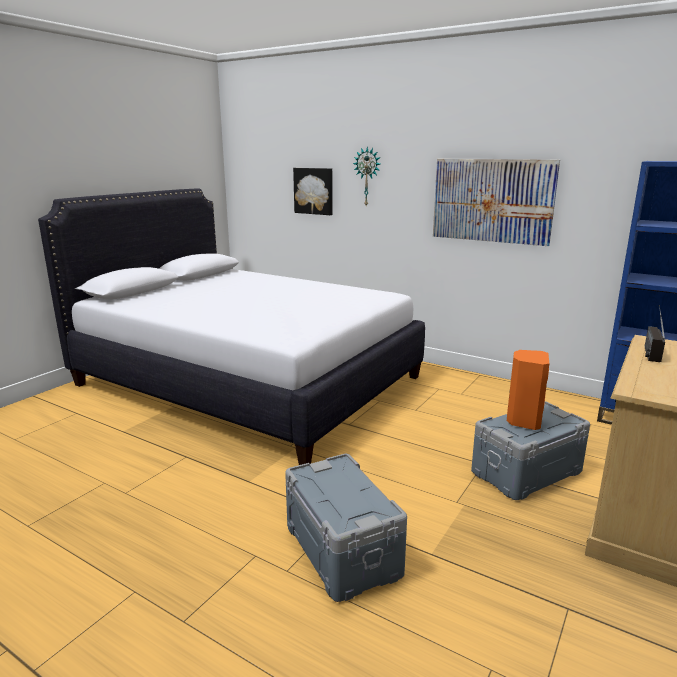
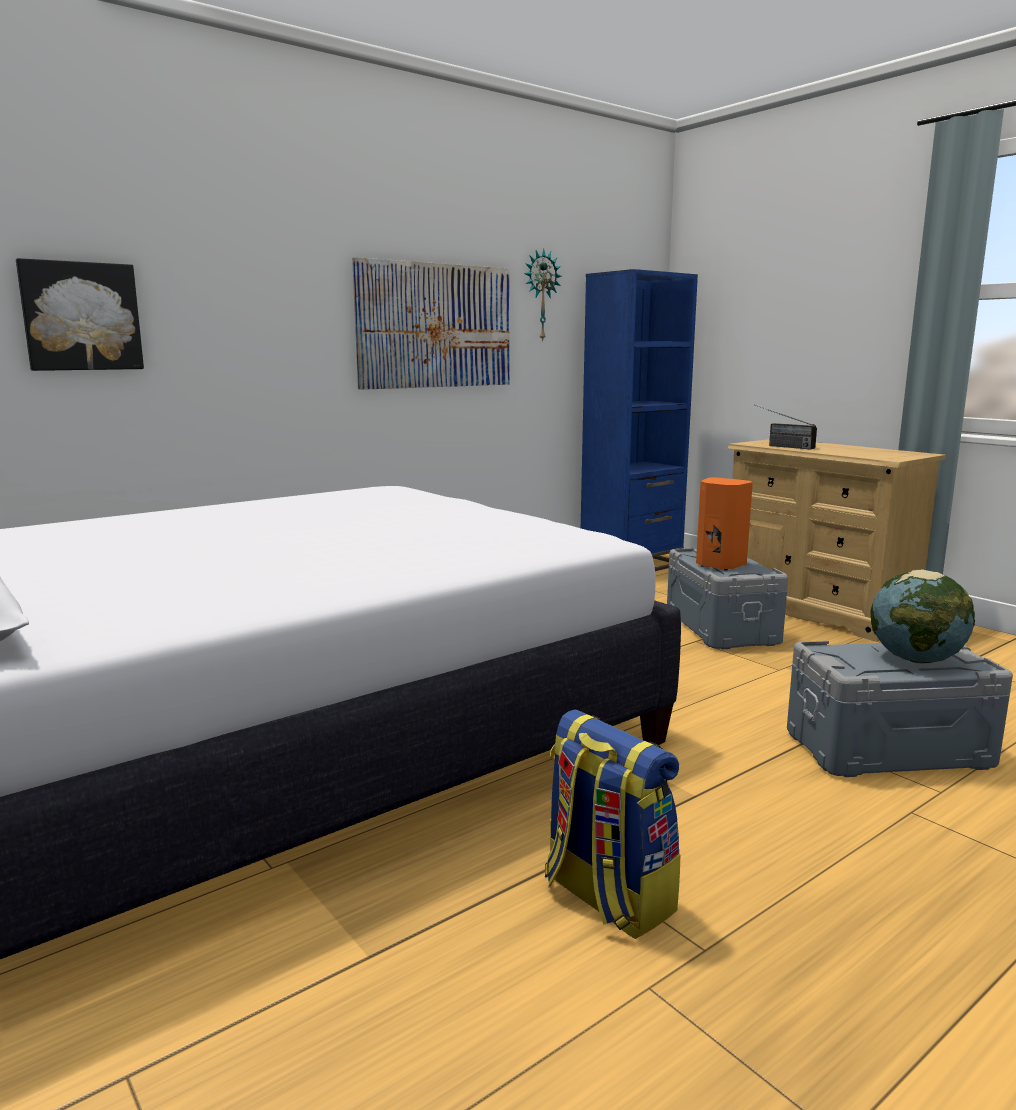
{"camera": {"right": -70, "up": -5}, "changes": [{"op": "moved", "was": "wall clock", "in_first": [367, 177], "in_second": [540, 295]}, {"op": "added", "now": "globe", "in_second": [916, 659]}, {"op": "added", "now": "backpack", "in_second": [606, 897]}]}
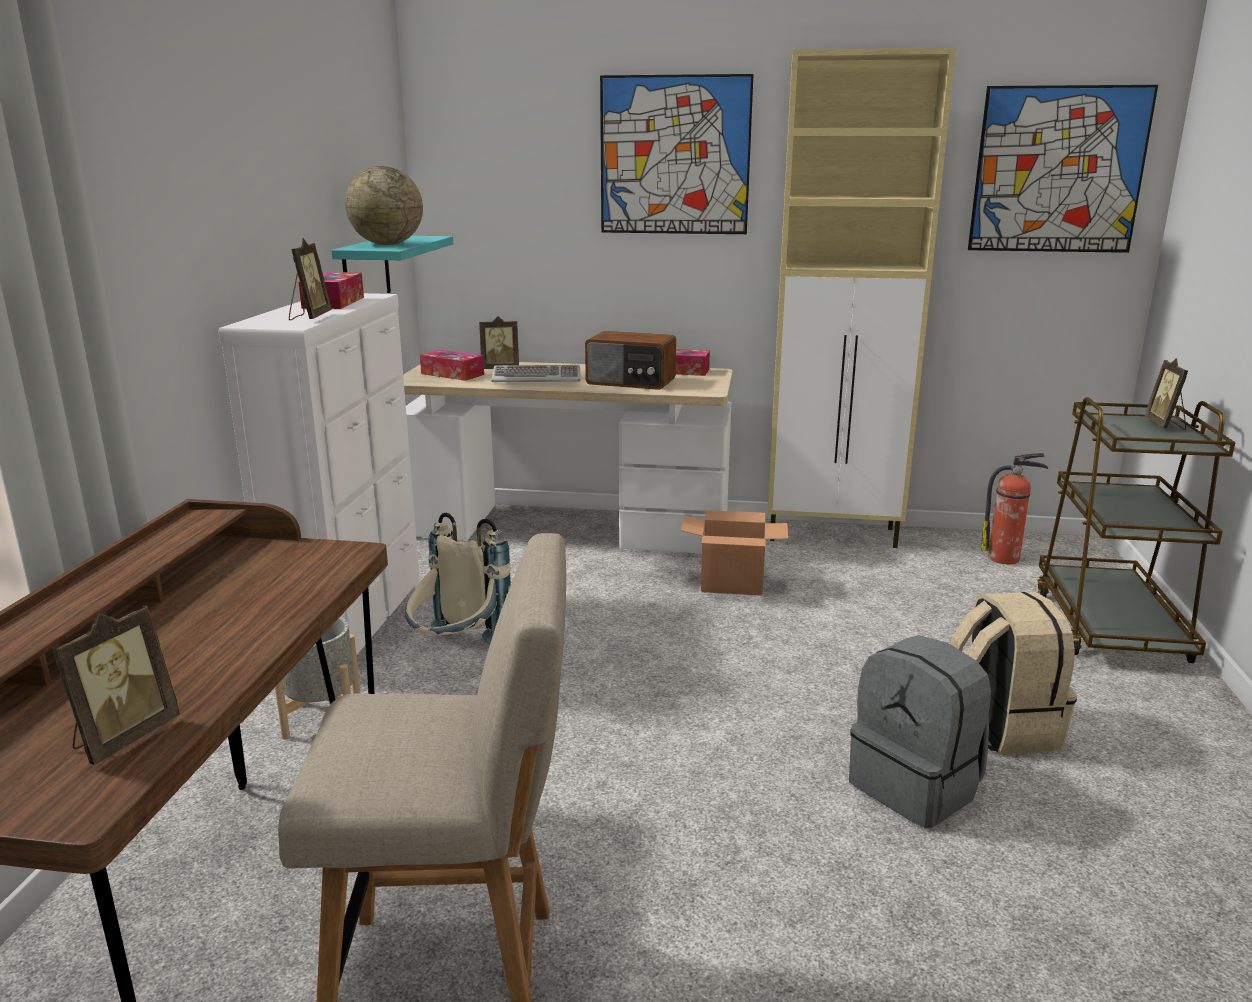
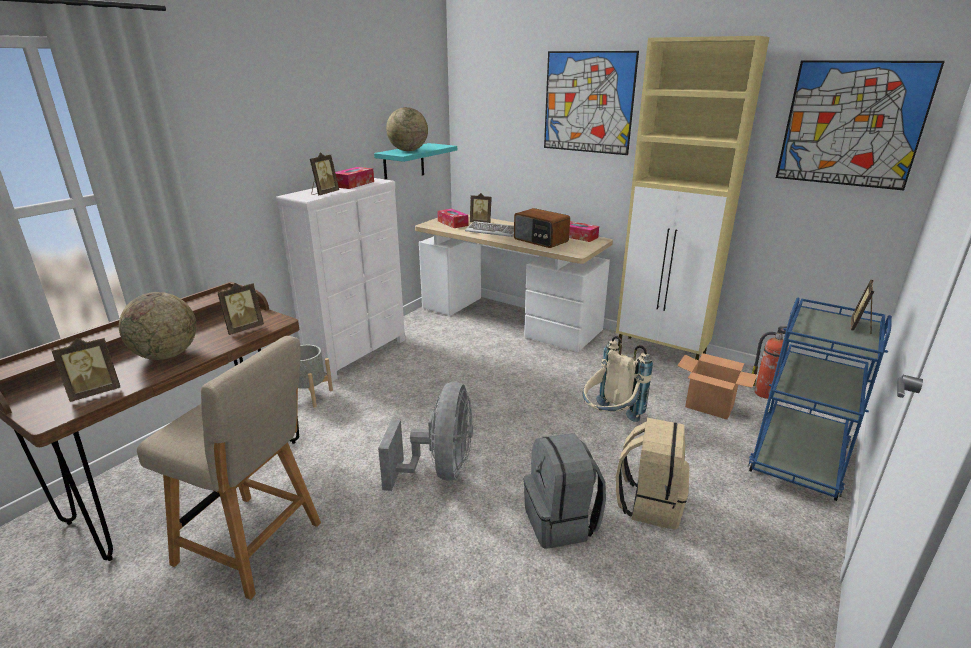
{"camera": {"right": 25, "up": 5}, "changes": [{"op": "recoloured", "was": "cart (brown)", "now": "cart (blue)", "in_first": [1109, 626], "in_second": [798, 458]}, {"op": "moved", "was": "cardboard box", "in_first": [733, 584], "in_second": [710, 406]}, {"op": "moved", "was": "backpack (beige)", "in_first": [458, 653], "in_second": [609, 419]}, {"op": "added", "now": "picture frame", "in_second": [243, 329]}, {"op": "added", "now": "globe", "in_second": [167, 355]}, {"op": "added", "now": "fan (grey)", "in_second": [440, 470]}]}
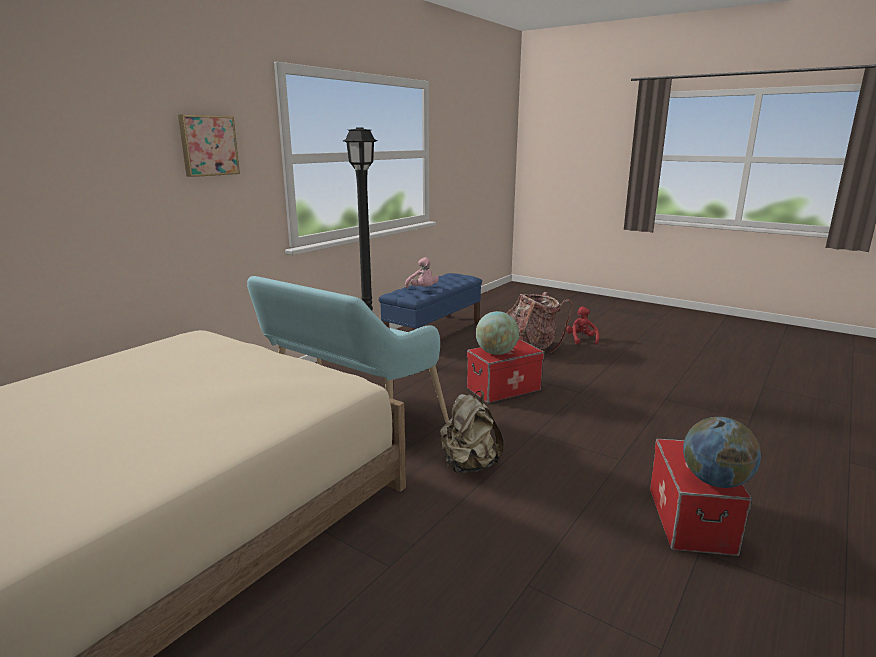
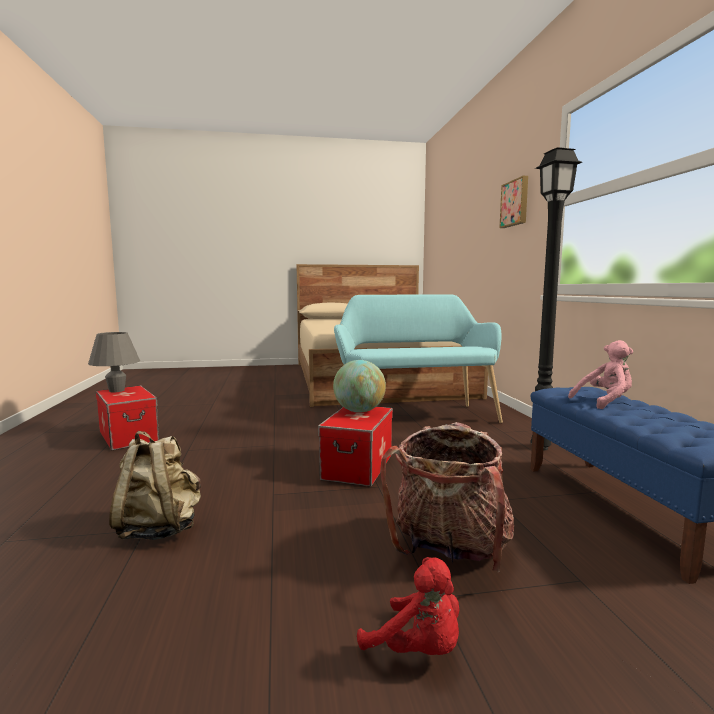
{"camera": {"right": 135, "up": -10}, "changes": [{"op": "turned", "was": "plush toy (pink)", "in_first": [423, 289], "in_second": [605, 402], "clockwise": 150}, {"op": "moved", "was": "backpack (beige)", "in_first": [469, 465], "in_second": [159, 529]}, {"op": "replaced", "was": "globe", "now": "table lamp (grey)", "in_first": [715, 481], "in_second": [117, 390]}]}
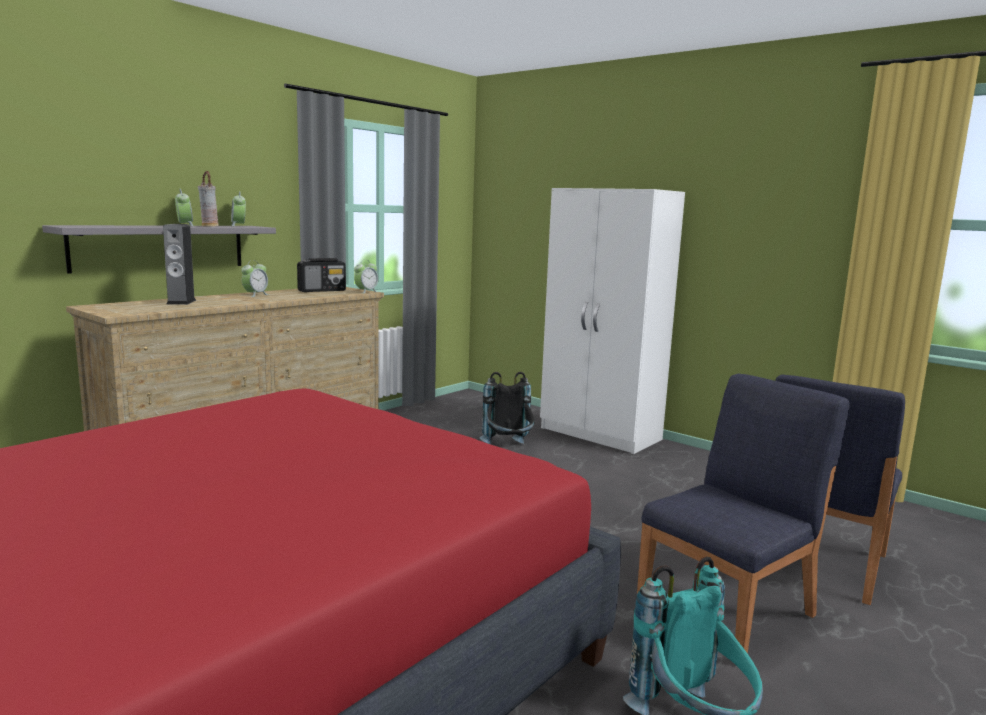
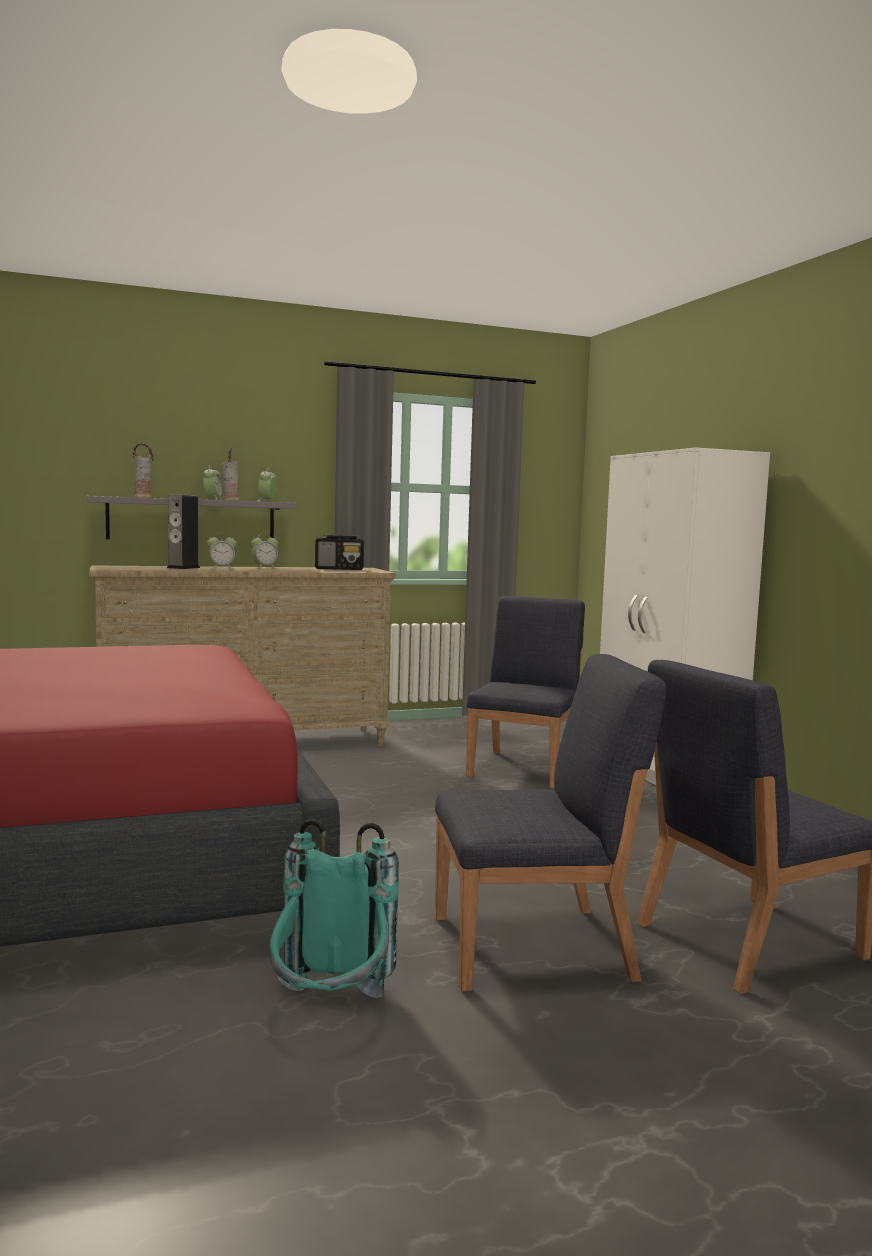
{"camera": {"right": 30, "up": -5}, "changes": [{"op": "moved", "was": "alarm clock", "in_first": [366, 292], "in_second": [221, 568]}, {"op": "replaced", "was": "backpack (black)", "now": "chair (blue)", "in_first": [508, 449], "in_second": [524, 768]}, {"op": "added", "now": "vase", "in_second": [143, 497]}]}
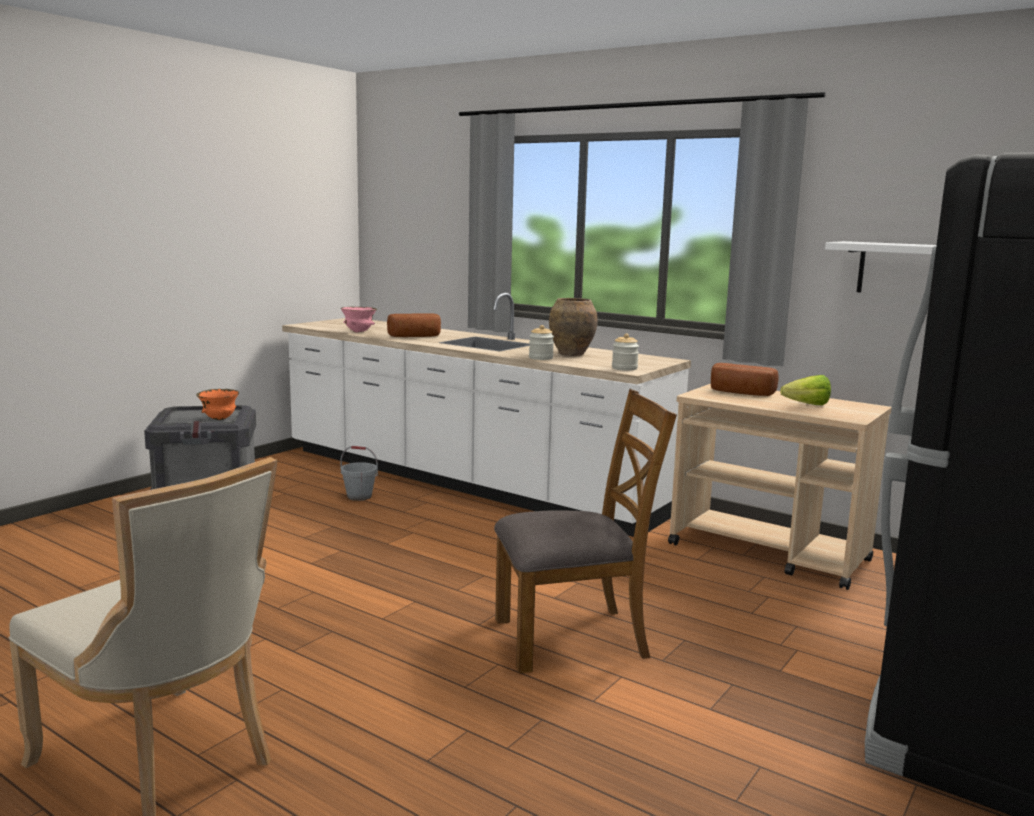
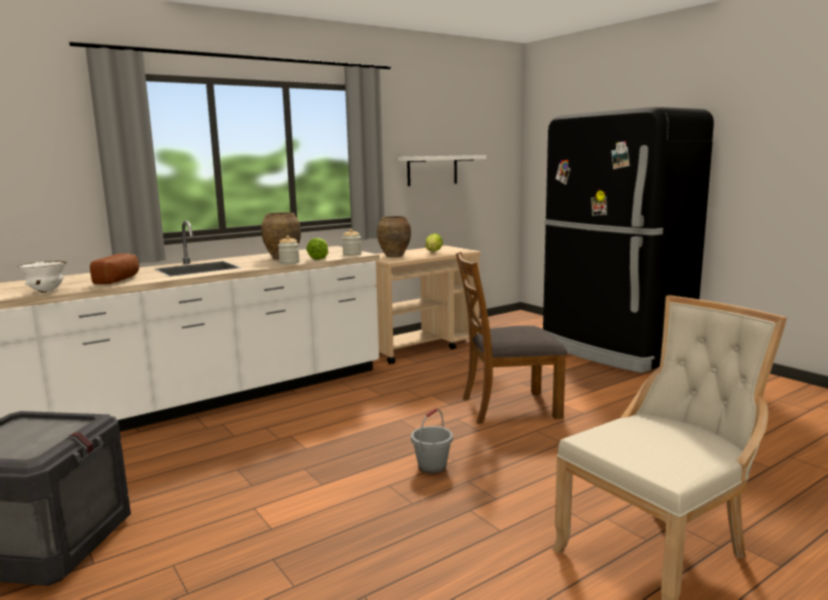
{"camera": {"right": -70, "up": 0}, "changes": [{"op": "recoloured", "was": "bowl (pink)", "now": "bowl (white)", "in_first": [358, 332], "in_second": [46, 291]}, {"op": "replaced", "was": "bread", "now": "vase (brown)", "in_first": [740, 393], "in_second": [394, 256]}, {"op": "removed", "was": "bowl (orange)", "in_first": [219, 419]}, {"op": "turned", "was": "chair (brown)", "in_first": [572, 638], "in_second": [509, 407], "clockwise": -105}, {"op": "moved", "was": "bucket (grey)", "in_first": [359, 496], "in_second": [432, 467]}, {"op": "added", "now": "lettuce", "in_second": [320, 257]}]}
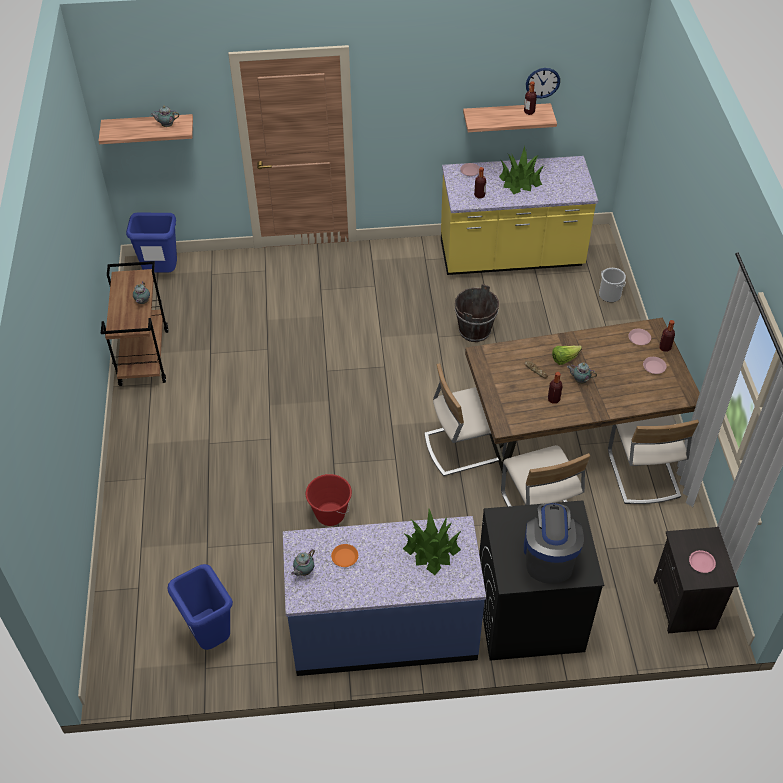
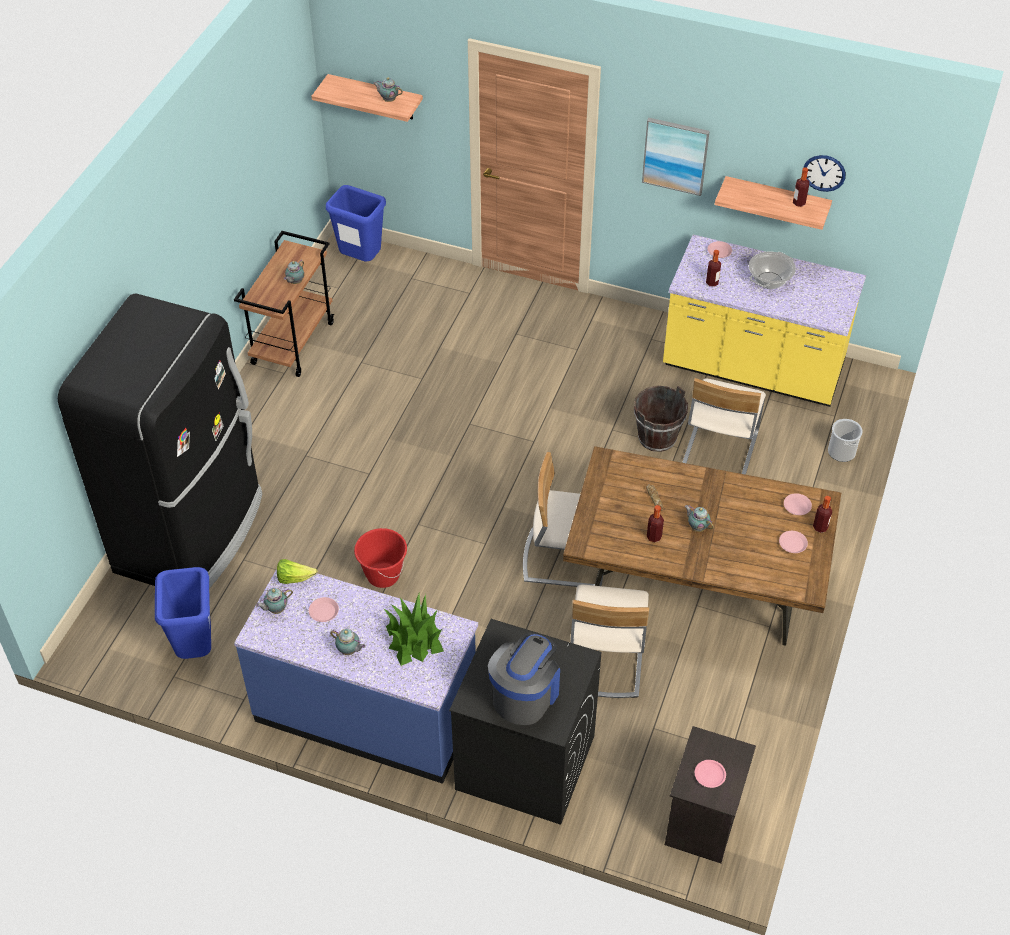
{"camera": {"right": 25, "up": 0}, "changes": [{"op": "replaced", "was": "potted plant", "now": "cooking pot", "in_first": [519, 181], "in_second": [769, 281]}, {"op": "moved", "was": "lettuce", "in_first": [564, 359], "in_second": [294, 578]}, {"op": "moved", "was": "chair (beige)", "in_first": [642, 474], "in_second": [718, 450]}, {"op": "recoloured", "was": "plate (orange)", "now": "plate (pink)", "in_first": [344, 557], "in_second": [323, 611]}, {"op": "added", "now": "picture", "in_second": [675, 155]}, {"op": "added", "now": "fridge (black)", "in_second": [192, 533]}, {"op": "added", "now": "teapot", "in_second": [349, 651]}]}
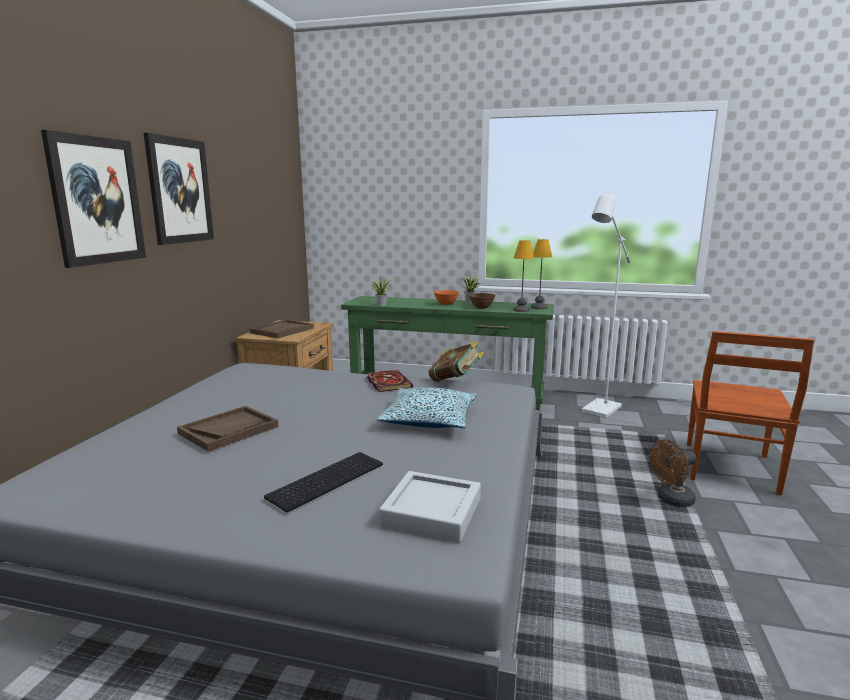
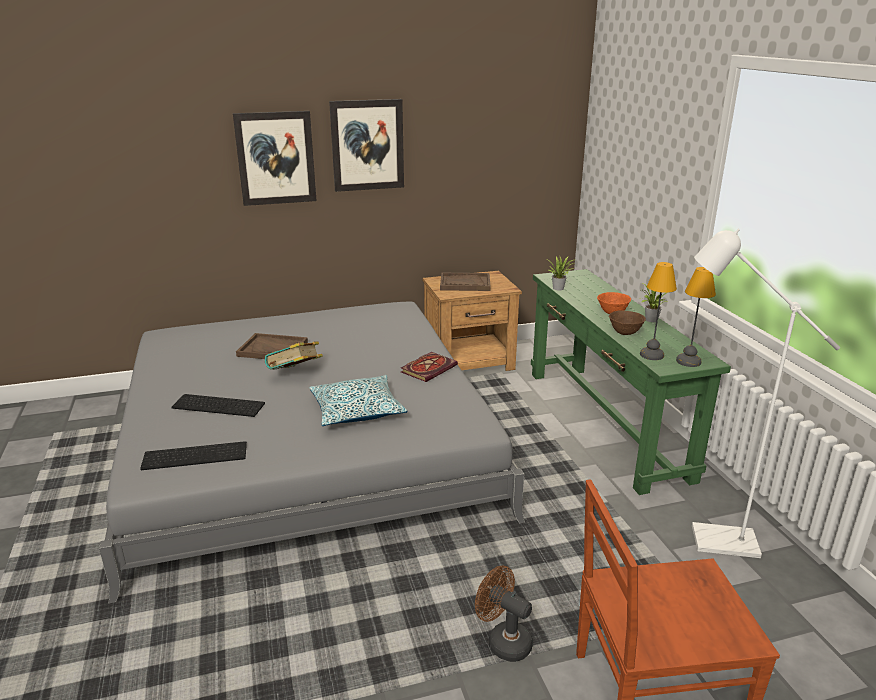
{"camera": {"right": 60, "up": 10}, "changes": [{"op": "moved", "was": "book", "in_first": [455, 381], "in_second": [295, 374]}, {"op": "replaced", "was": "tray (grey)", "now": "keyboard", "in_first": [432, 512], "in_second": [196, 455]}]}
